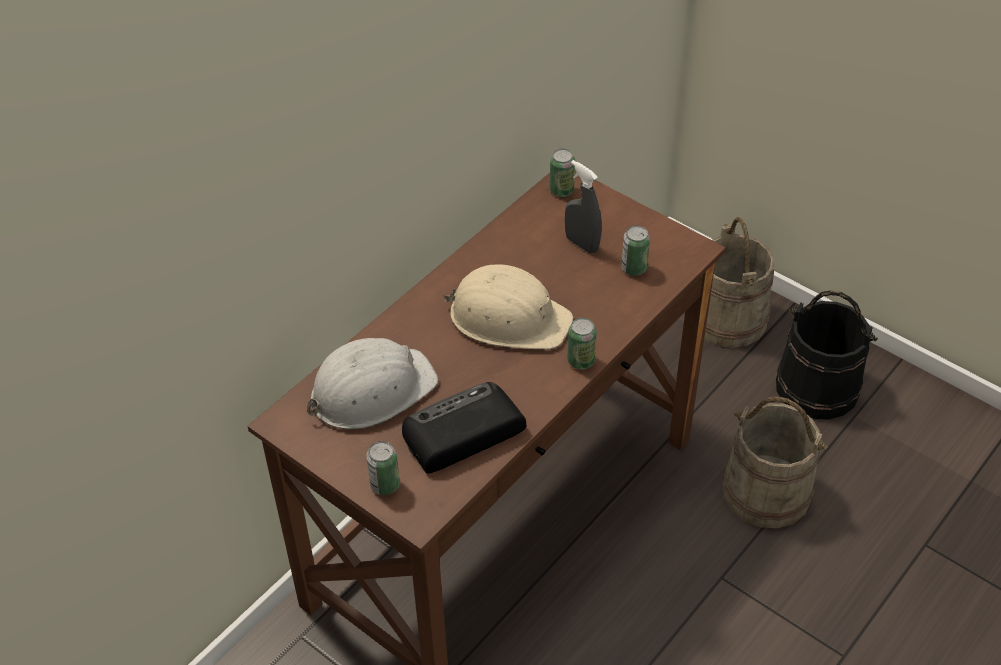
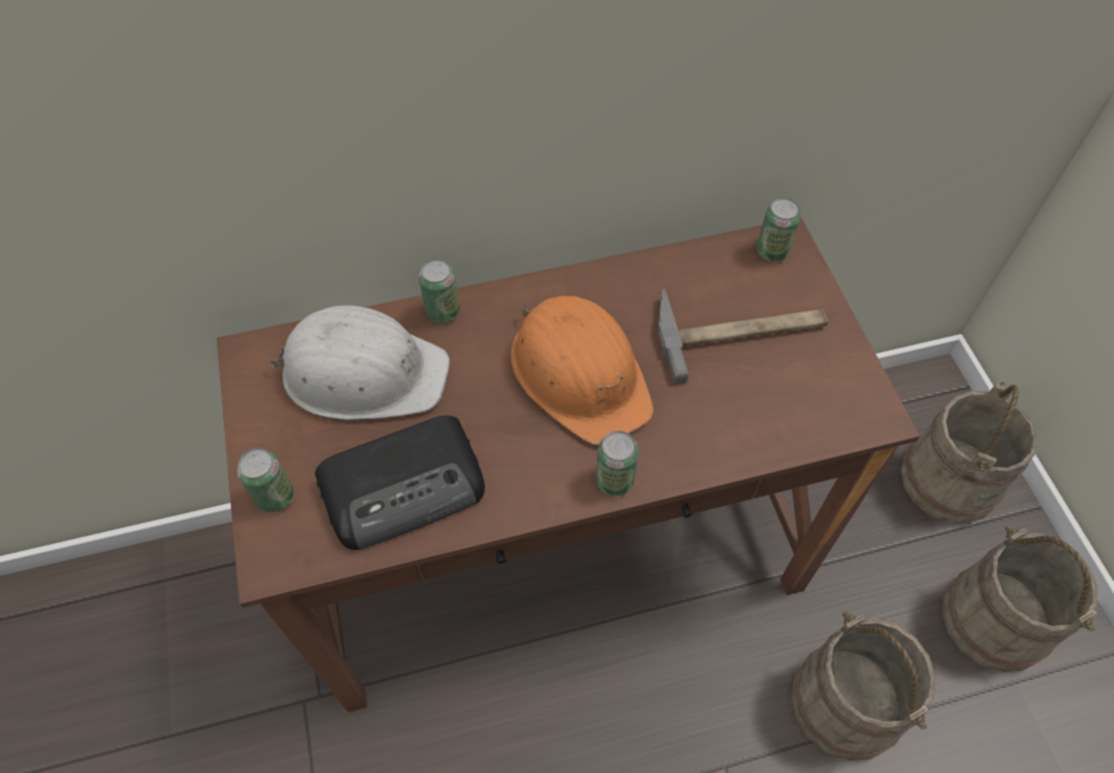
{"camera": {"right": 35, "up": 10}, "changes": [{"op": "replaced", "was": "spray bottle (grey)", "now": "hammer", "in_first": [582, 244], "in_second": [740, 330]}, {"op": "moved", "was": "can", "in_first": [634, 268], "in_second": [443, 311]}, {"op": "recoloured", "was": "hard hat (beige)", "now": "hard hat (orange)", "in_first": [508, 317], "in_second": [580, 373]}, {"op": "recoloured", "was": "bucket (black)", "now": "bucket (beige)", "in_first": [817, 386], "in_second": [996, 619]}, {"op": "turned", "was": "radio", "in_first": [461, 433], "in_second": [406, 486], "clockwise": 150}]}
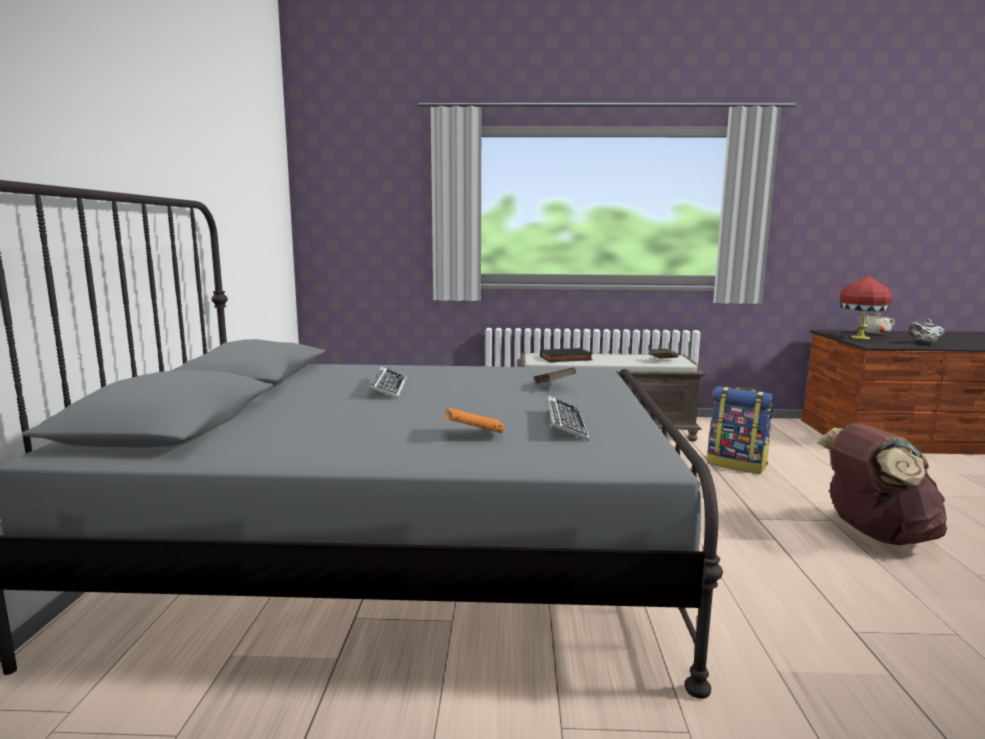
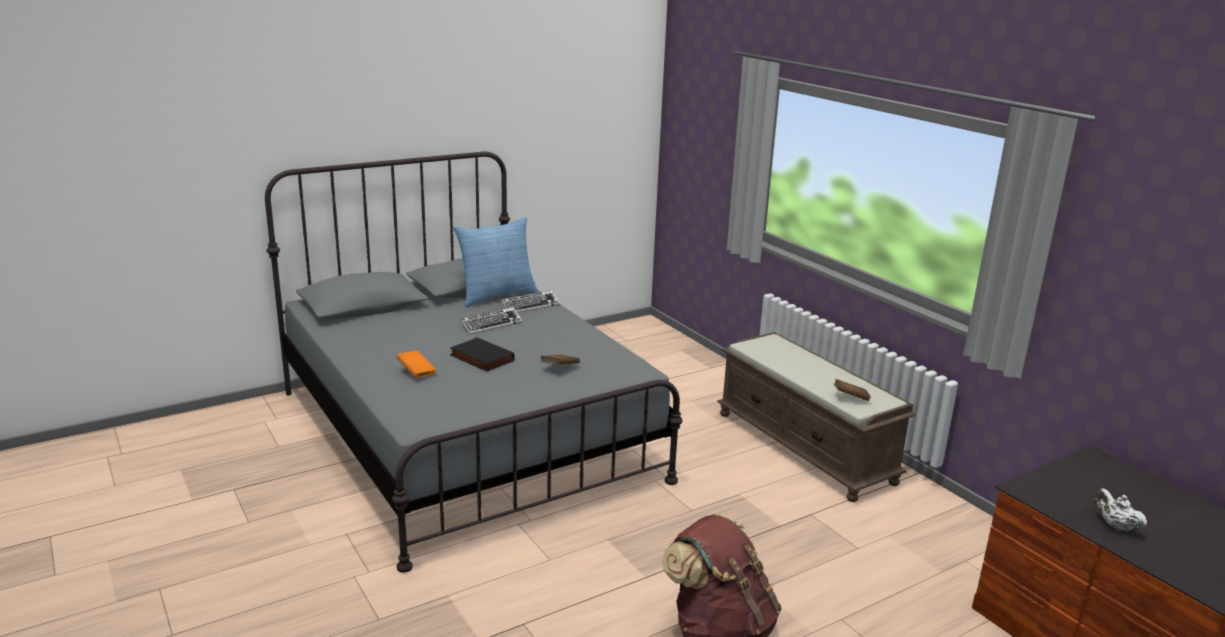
{"camera": {"right": 55, "up": 10}, "changes": [{"op": "removed", "was": "table lamp (red)", "in_first": [859, 338]}, {"op": "removed", "was": "teapot (beige)", "in_first": [874, 333]}, {"op": "moved", "was": "book (black)", "in_first": [566, 359], "in_second": [480, 358]}, {"op": "removed", "was": "backpack", "in_first": [737, 464]}, {"op": "moved", "was": "keyboard", "in_first": [565, 424], "in_second": [530, 306]}, {"op": "added", "now": "pillow", "in_second": [496, 295]}]}
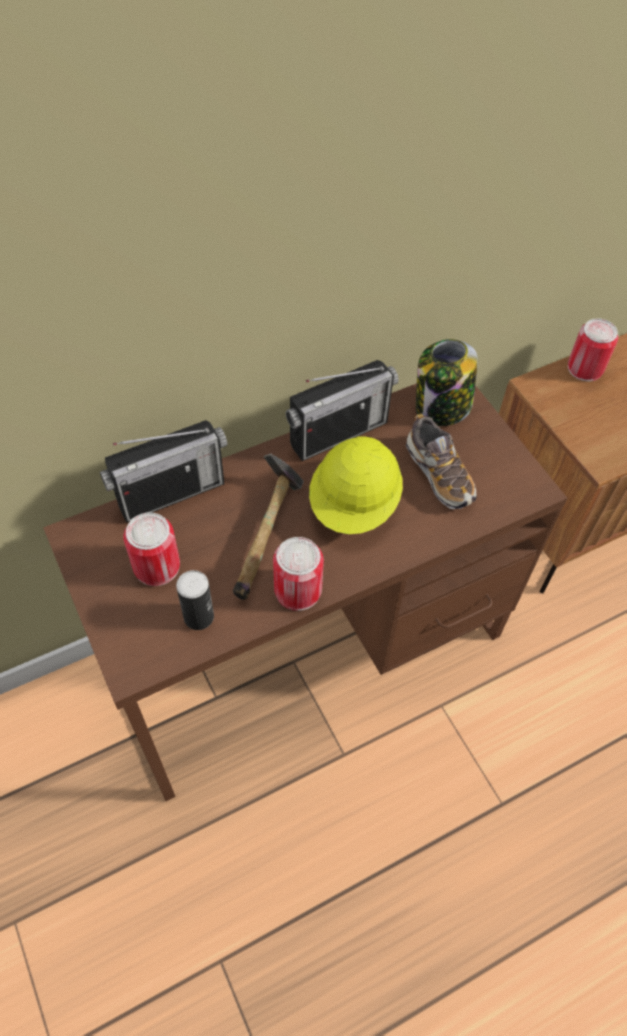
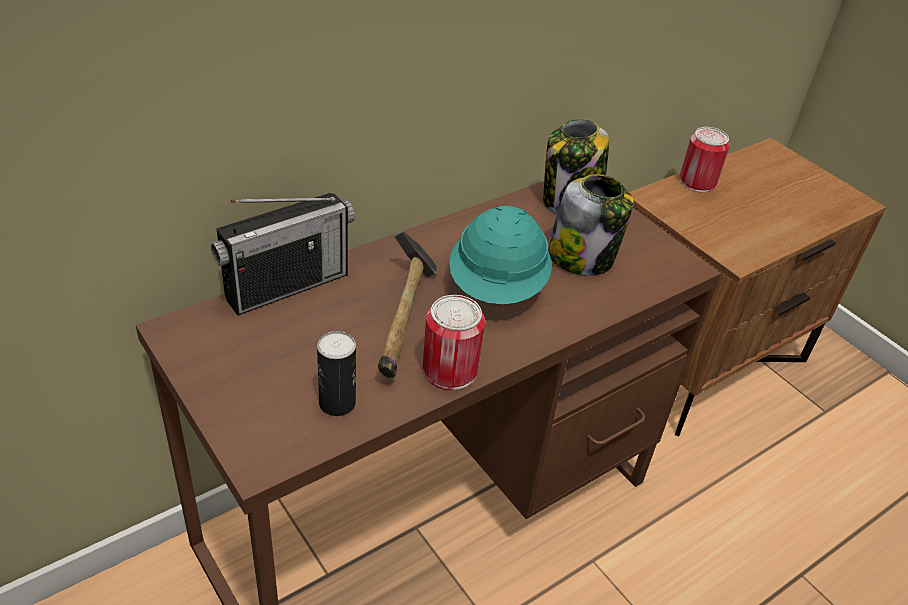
{"camera": {"right": -10, "up": -15}, "changes": [{"op": "removed", "was": "radio", "in_first": [338, 433]}, {"op": "replaced", "was": "shoe", "now": "jar", "in_first": [439, 474], "in_second": [582, 257]}, {"op": "recoloured", "was": "hard hat (yellow)", "now": "hard hat (turquoise)", "in_first": [355, 504], "in_second": [497, 287]}, {"op": "removed", "was": "can", "in_first": [157, 566]}]}
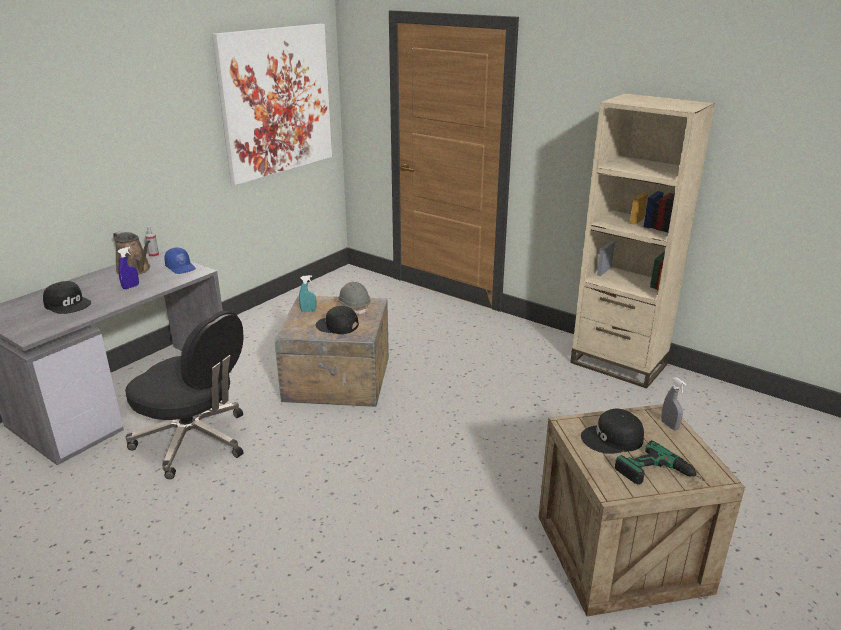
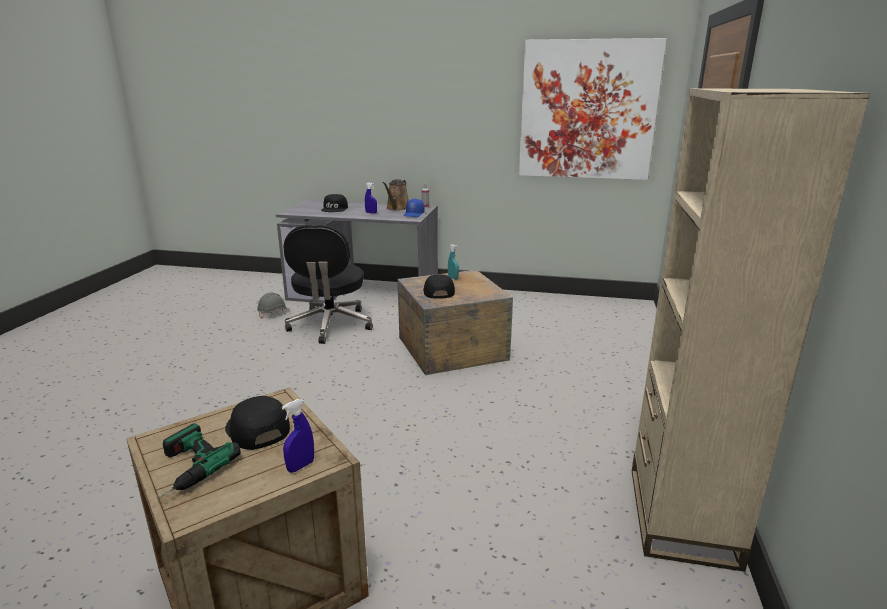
{"camera": {"right": 65, "up": -5}, "changes": [{"op": "moved", "was": "hard hat (grey)", "in_first": [353, 307], "in_second": [273, 313]}, {"op": "recoloured", "was": "spray bottle (grey)", "now": "spray bottle (blue)", "in_first": [669, 425], "in_second": [300, 466]}]}
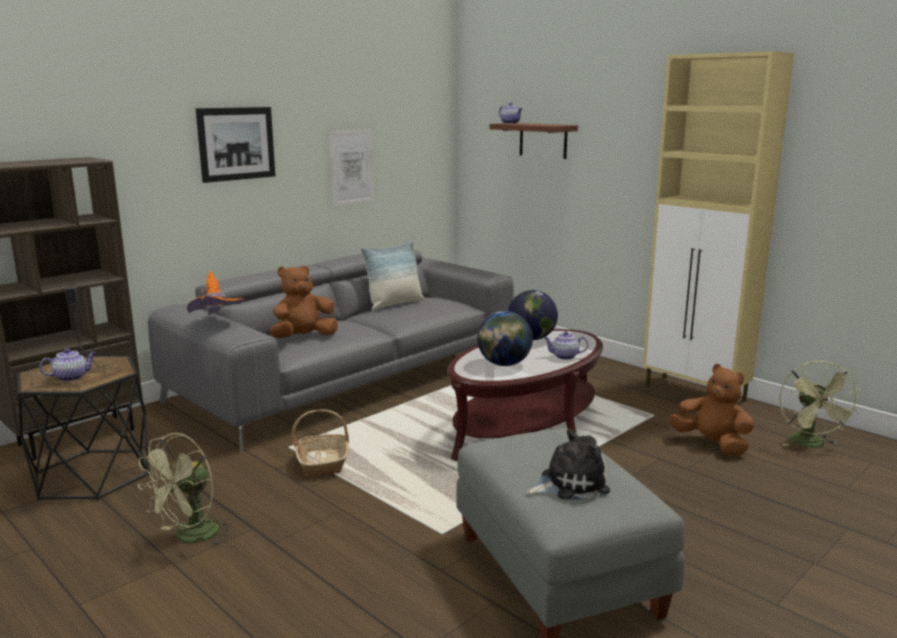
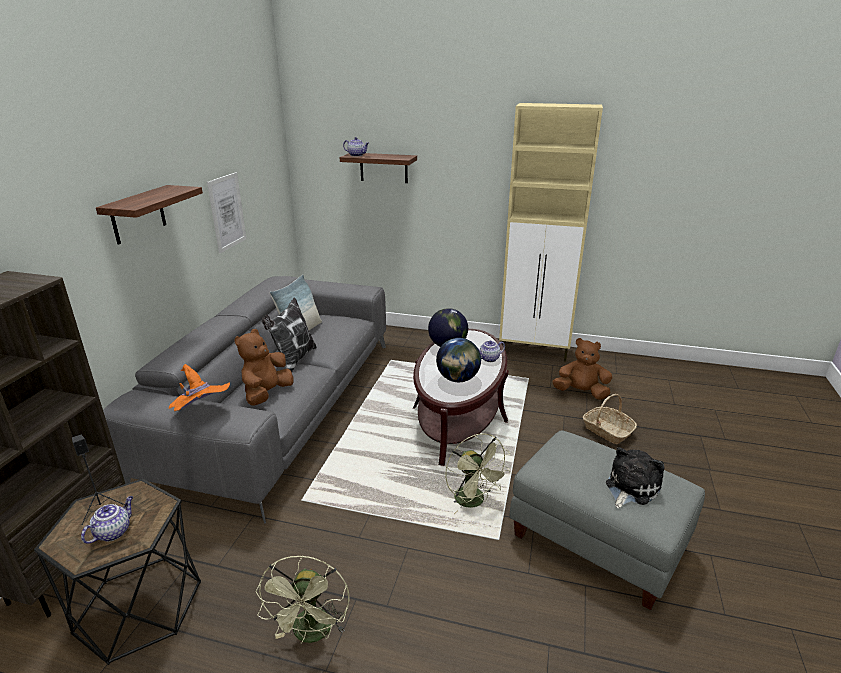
{"camera": {"right": -30, "up": 10}, "changes": [{"op": "replaced", "was": "picture", "now": "shelf", "in_first": [236, 143], "in_second": [138, 215]}, {"op": "moved", "was": "fan (green)", "in_first": [811, 444], "in_second": [474, 501]}, {"op": "moved", "was": "basket", "in_first": [323, 462], "in_second": [607, 431]}, {"op": "added", "now": "pillow", "in_second": [294, 360]}]}
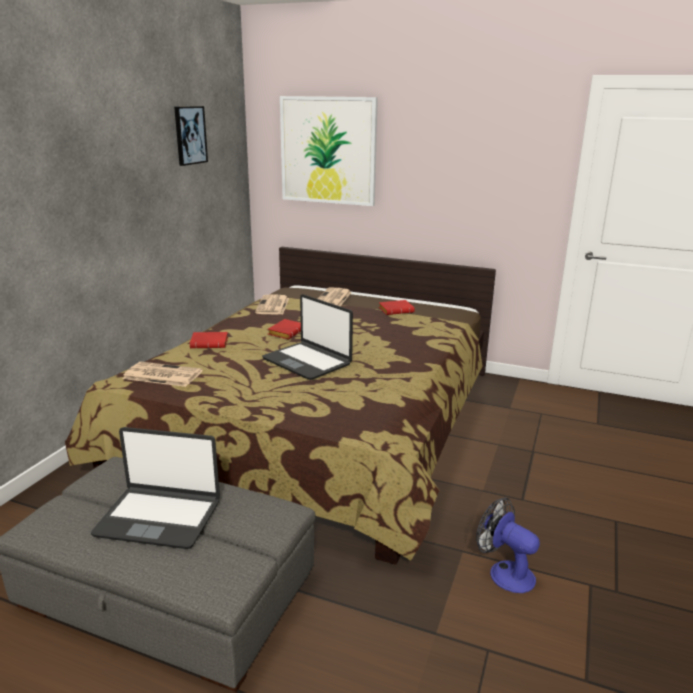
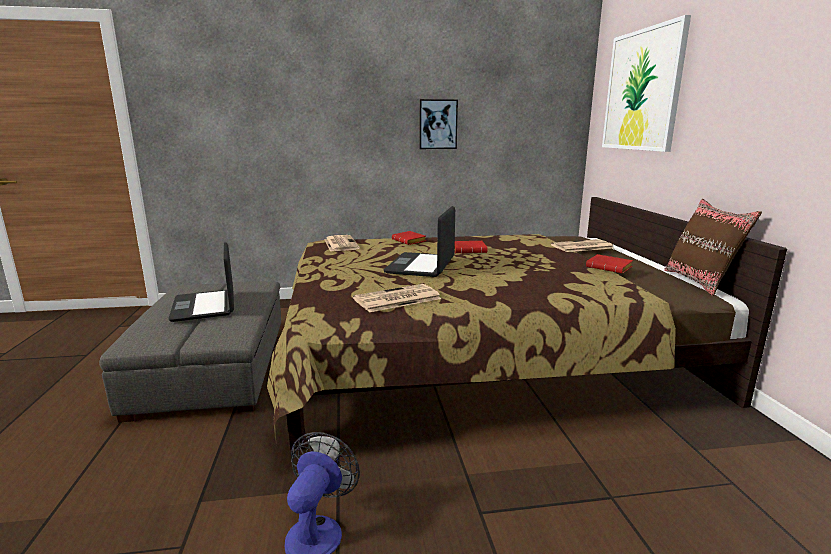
{"camera": {"right": 60, "up": -5}, "changes": [{"op": "moved", "was": "picture", "in_first": [190, 135], "in_second": [438, 124]}, {"op": "moved", "was": "newspaper", "in_first": [273, 306], "in_second": [396, 299]}, {"op": "added", "now": "pillow (brown)", "in_second": [700, 282]}]}
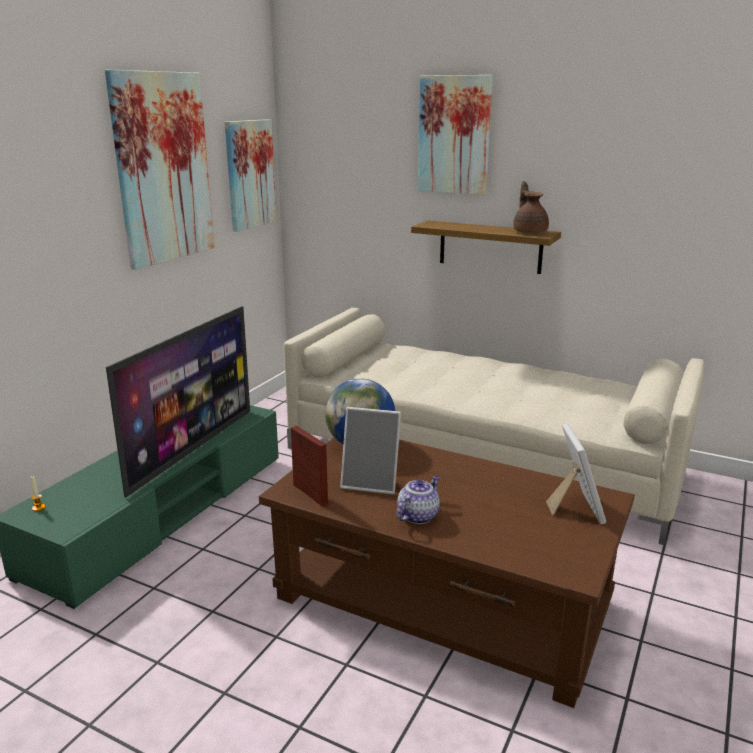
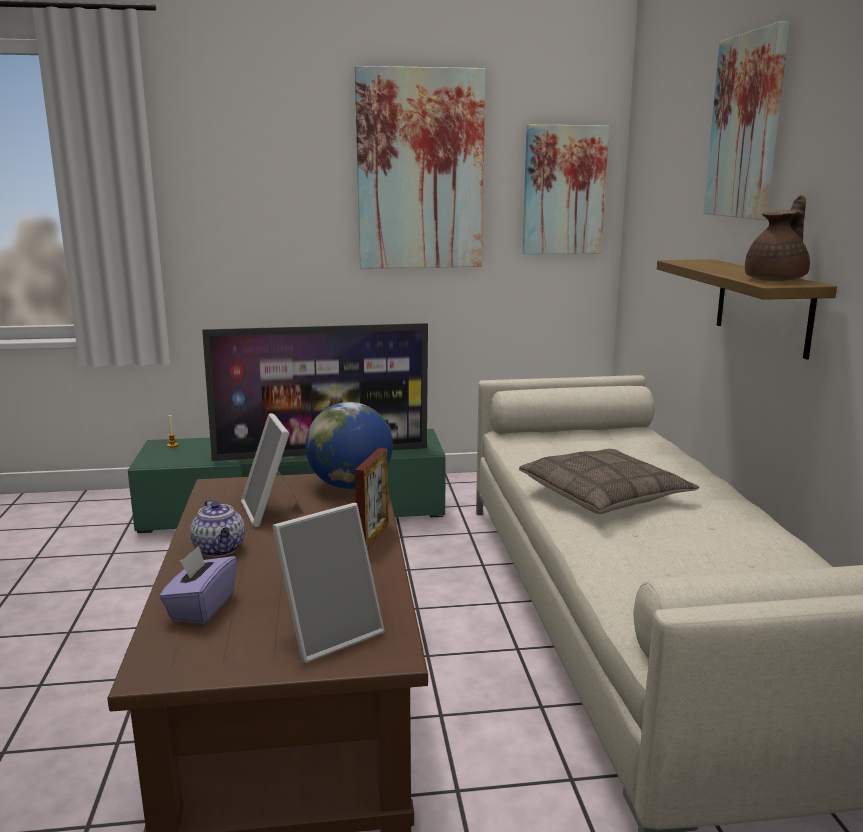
{"camera": {"right": 55, "up": -5}, "changes": [{"op": "moved", "was": "picture frame", "in_first": [310, 494], "in_second": [373, 536]}, {"op": "turned", "was": "teapot", "in_first": [418, 515], "in_second": [220, 549], "clockwise": 60}, {"op": "added", "now": "pillow", "in_second": [605, 495]}, {"op": "added", "now": "tissue box (purple)", "in_second": [201, 607]}]}
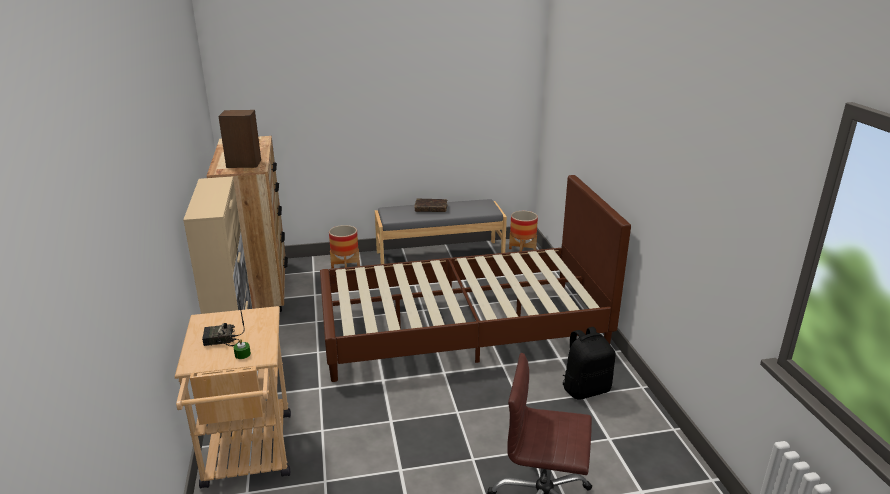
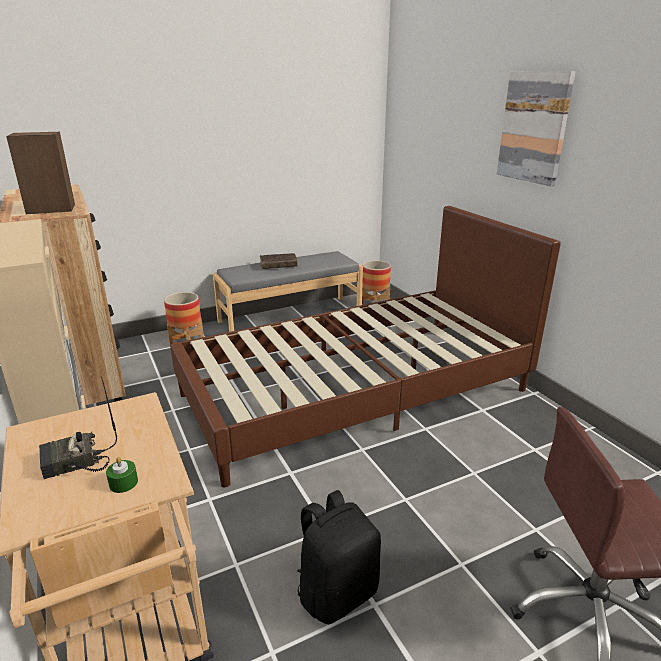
{"camera": {"right": -15, "up": 0}, "changes": [{"op": "moved", "was": "backpack (black)", "in_first": [586, 389], "in_second": [337, 592]}, {"op": "added", "now": "picture", "in_second": [534, 127]}]}
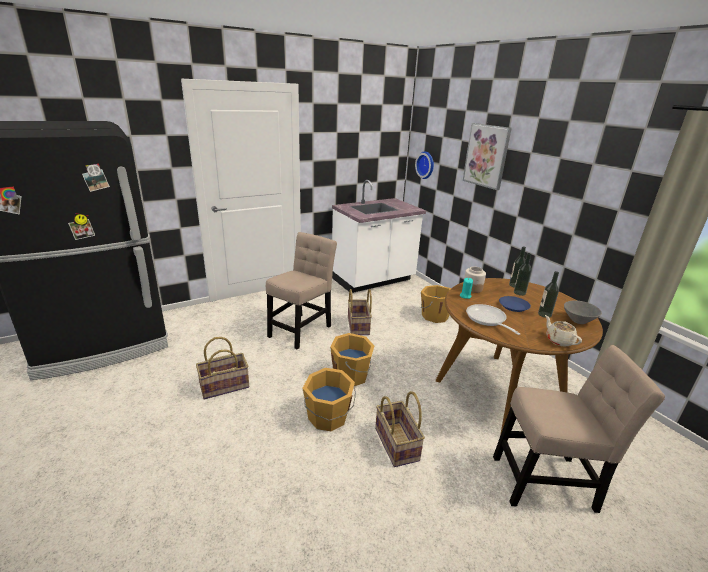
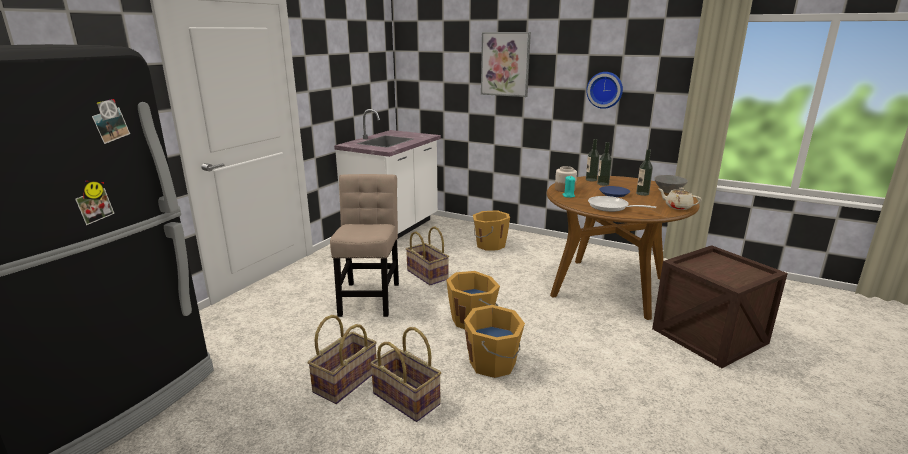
{"camera": {"right": -30, "up": -5}, "changes": [{"op": "moved", "was": "wall clock", "in_first": [426, 165], "in_second": [605, 90]}, {"op": "replaced", "was": "chair (beige)", "now": "crate", "in_first": [548, 482], "in_second": [709, 336]}, {"op": "moved", "was": "basket", "in_first": [397, 444], "in_second": [407, 398]}]}
